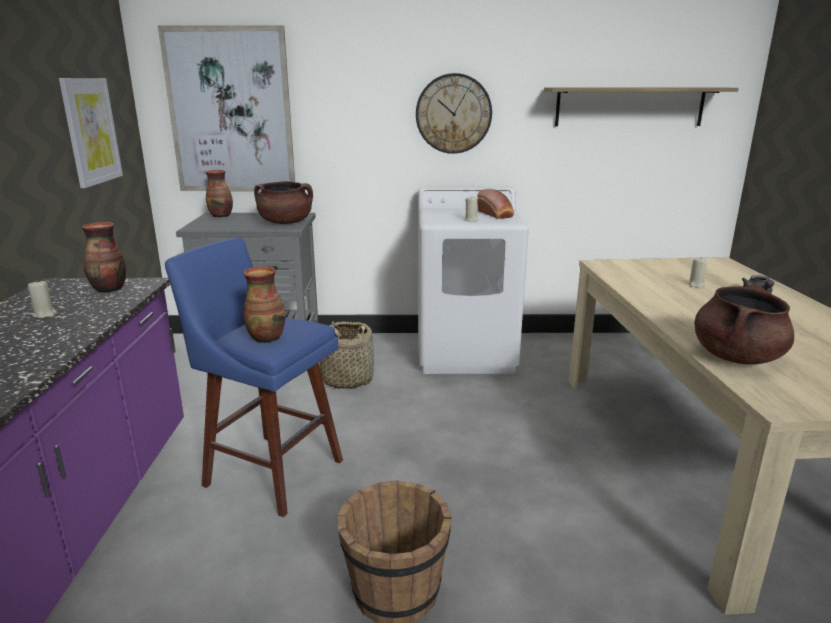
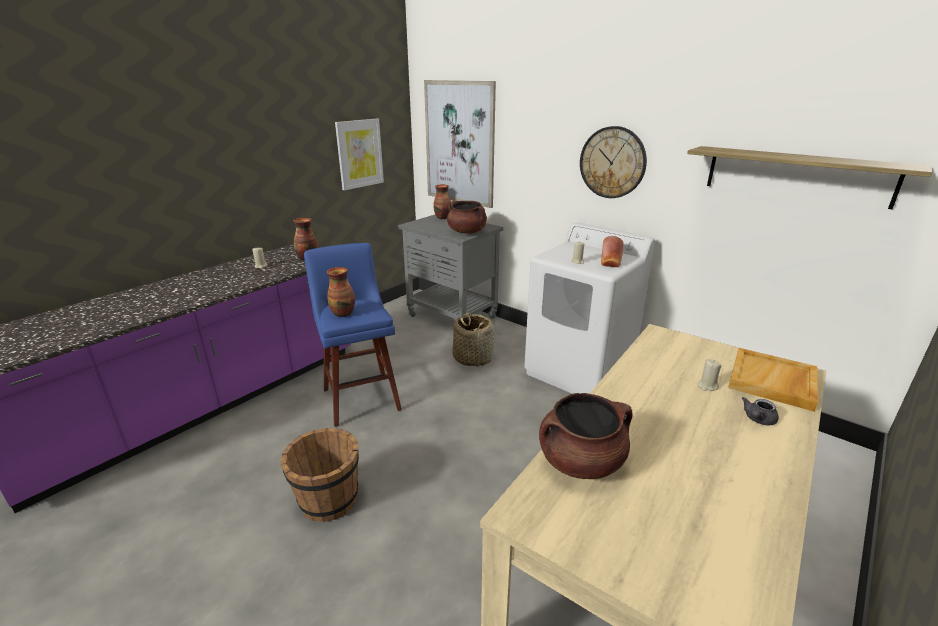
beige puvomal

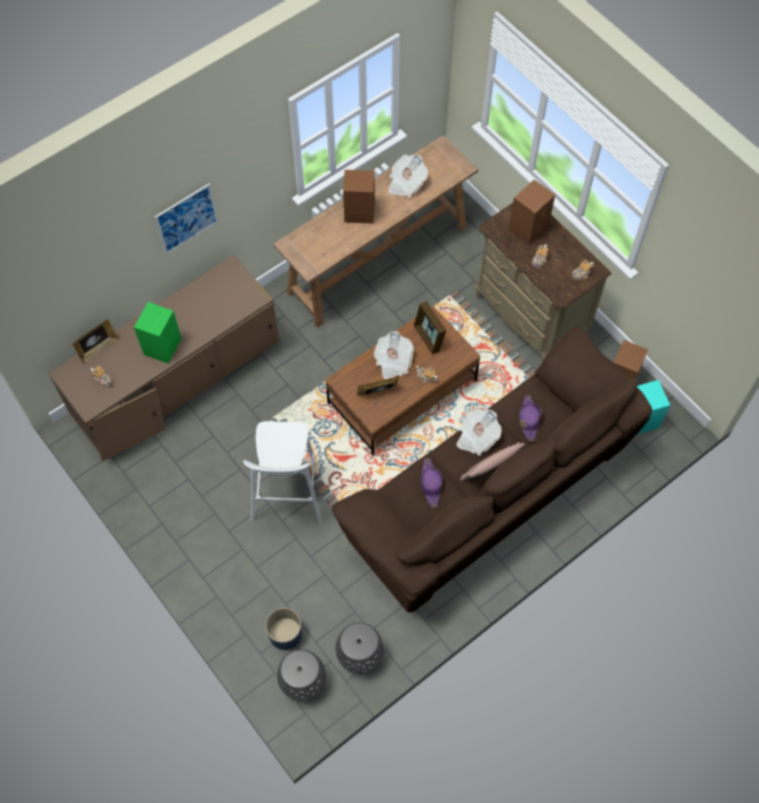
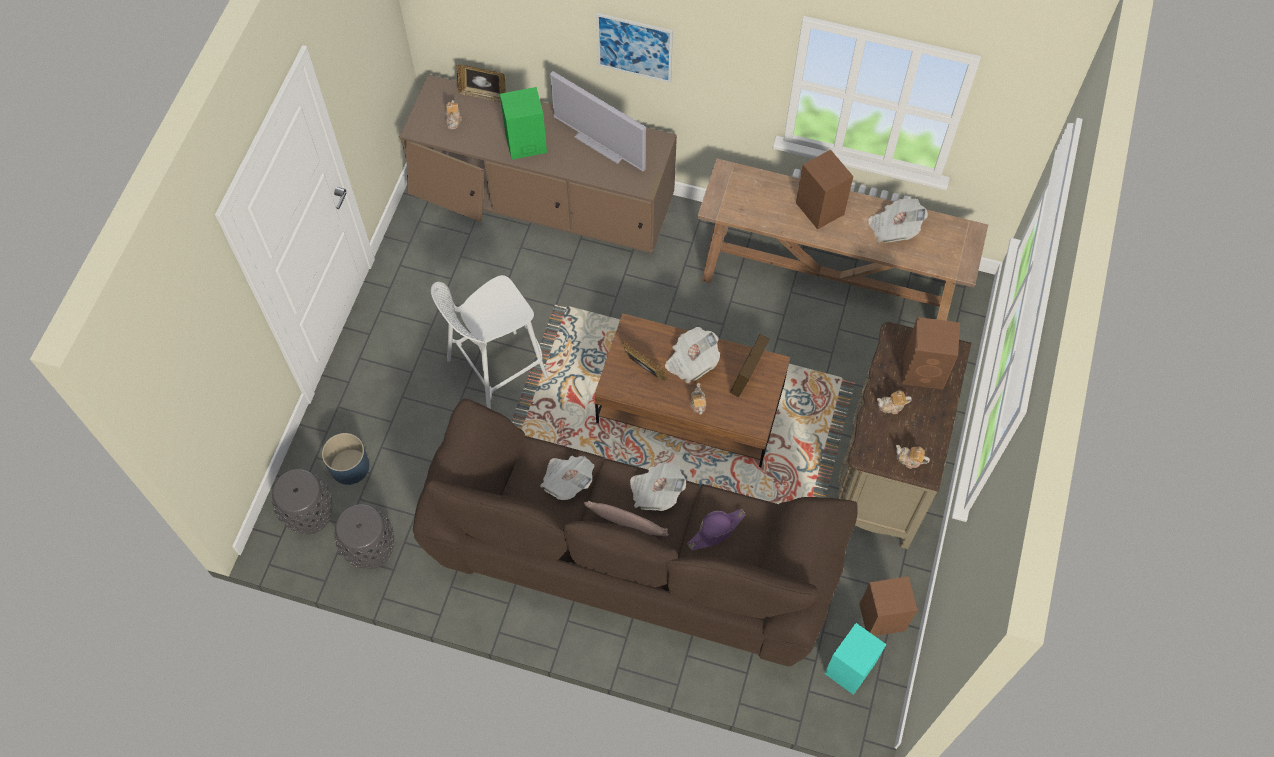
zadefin (no. 1 from left); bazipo

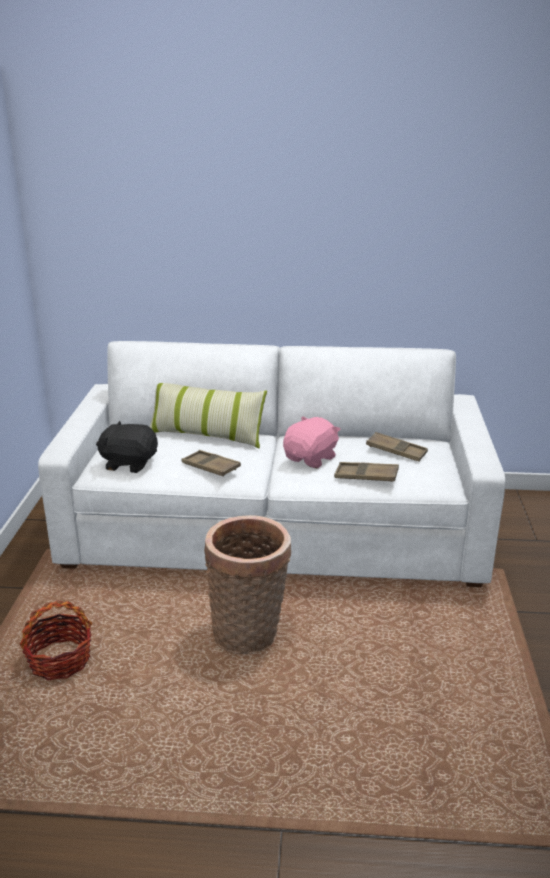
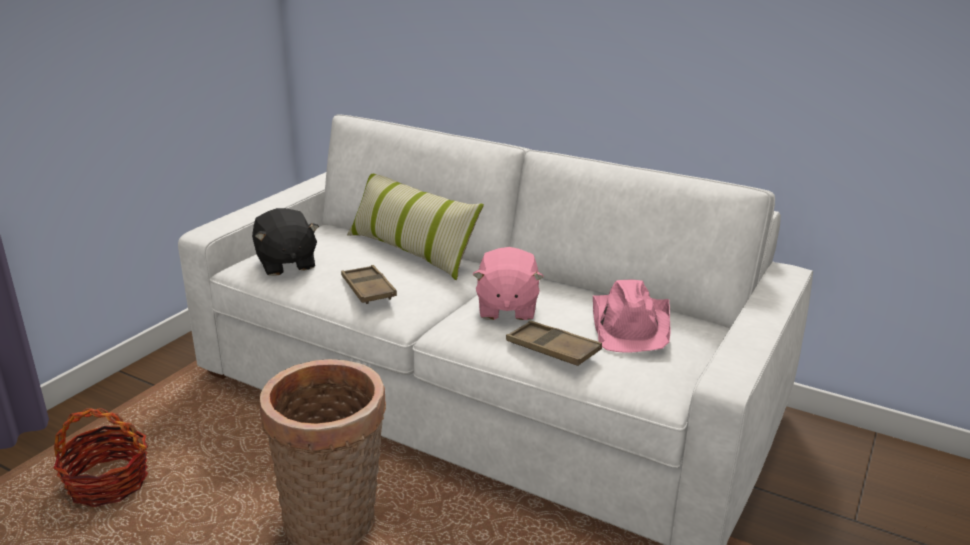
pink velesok; black velesok; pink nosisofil

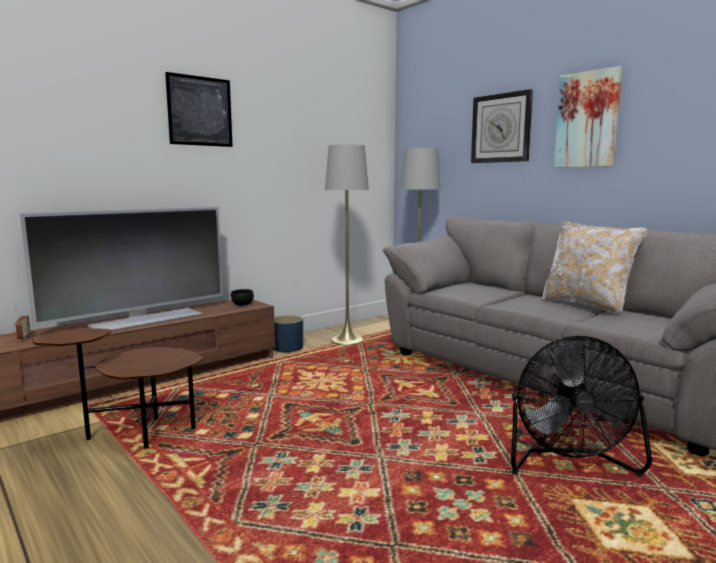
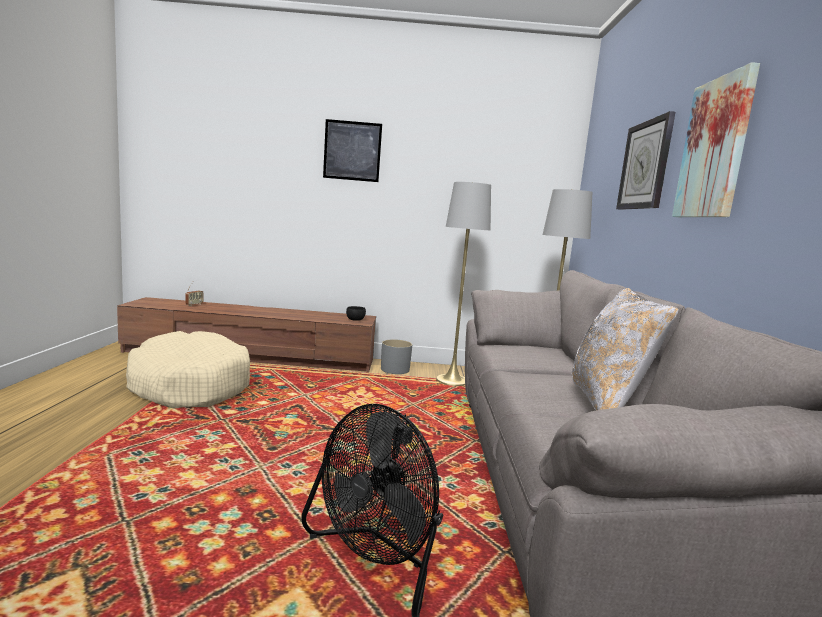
bazipo; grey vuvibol; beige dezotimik

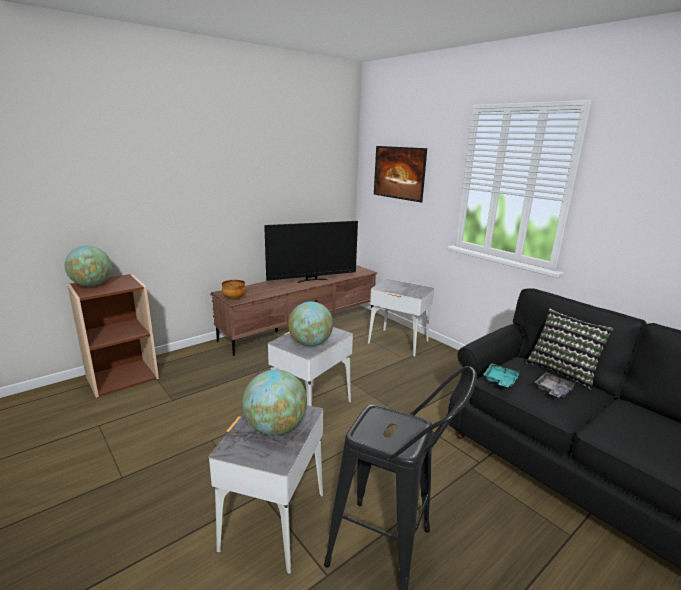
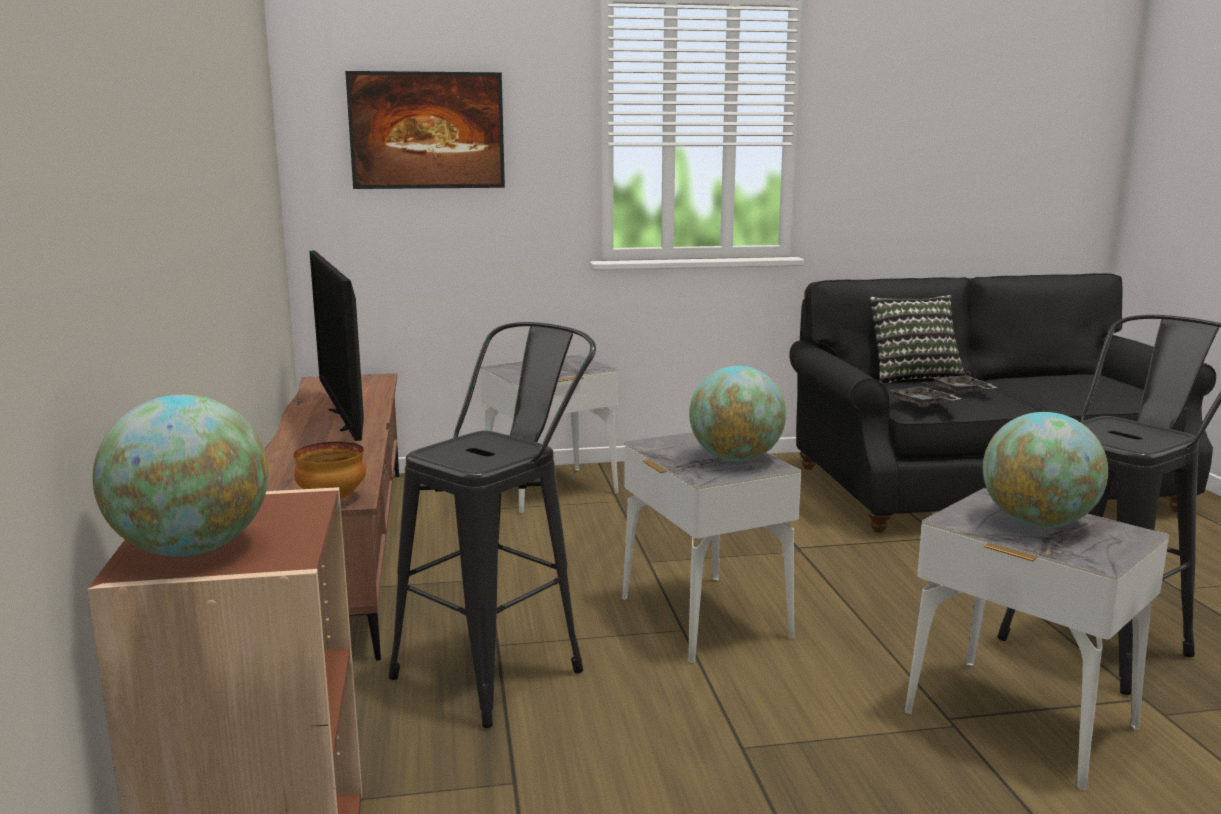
bazipo; grey puvomal (no. 1 from left); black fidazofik (no. 1 from left)

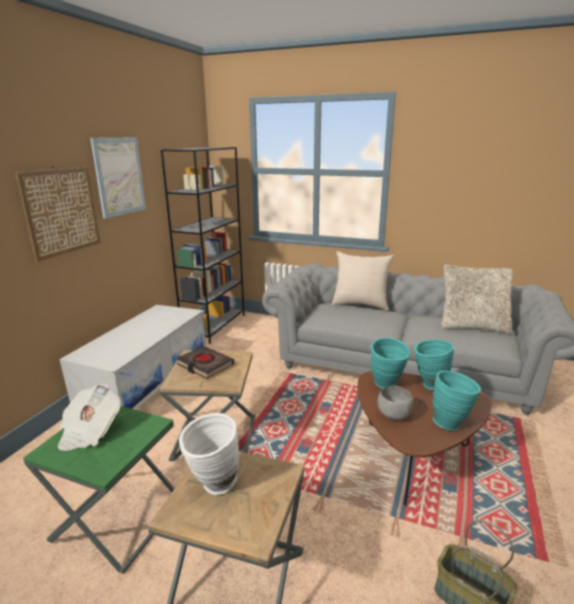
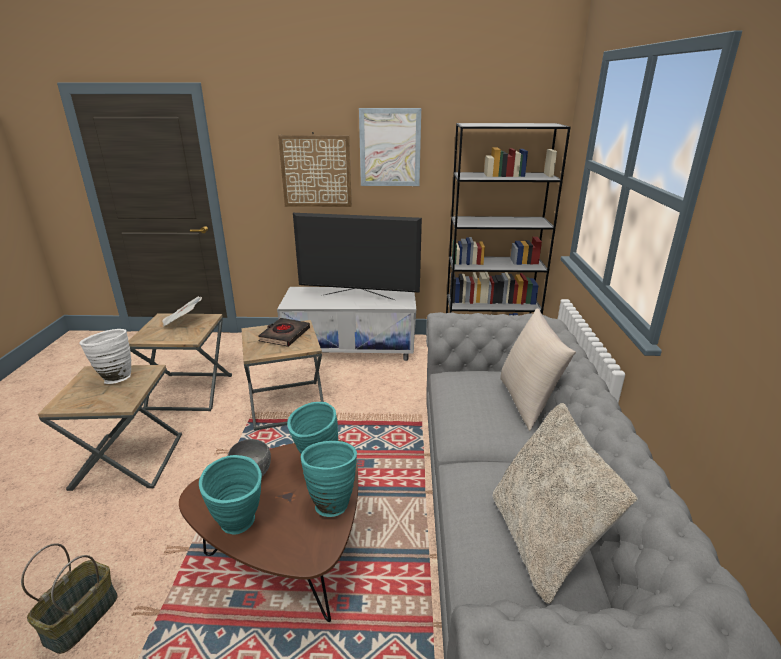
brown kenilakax (no. 2 from left); bazipo

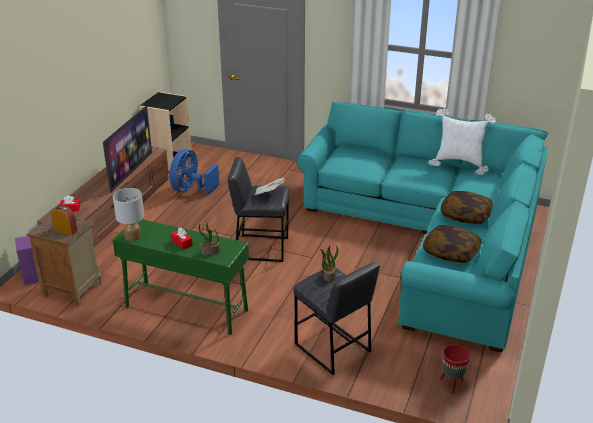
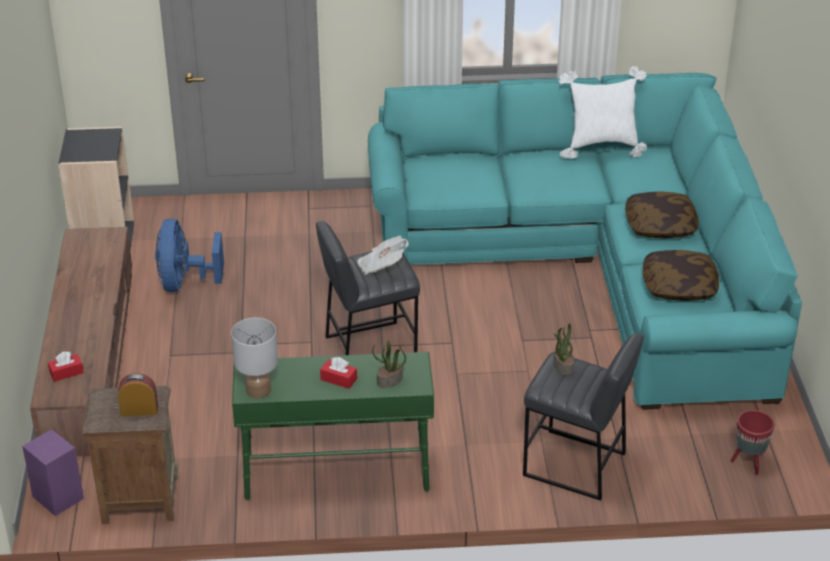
bazipo

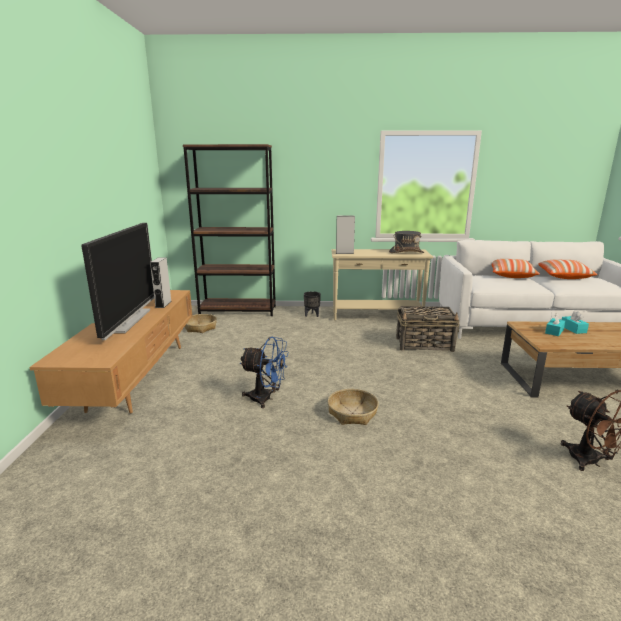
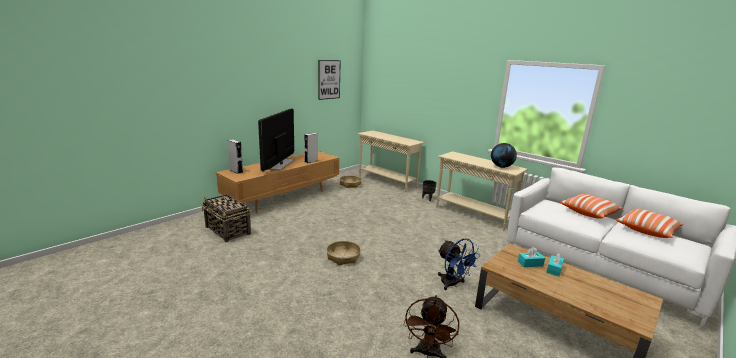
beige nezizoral (no. 1 from left); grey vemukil (no. 1 from left); bazipo; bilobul; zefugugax (no. 1 from left); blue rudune; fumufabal

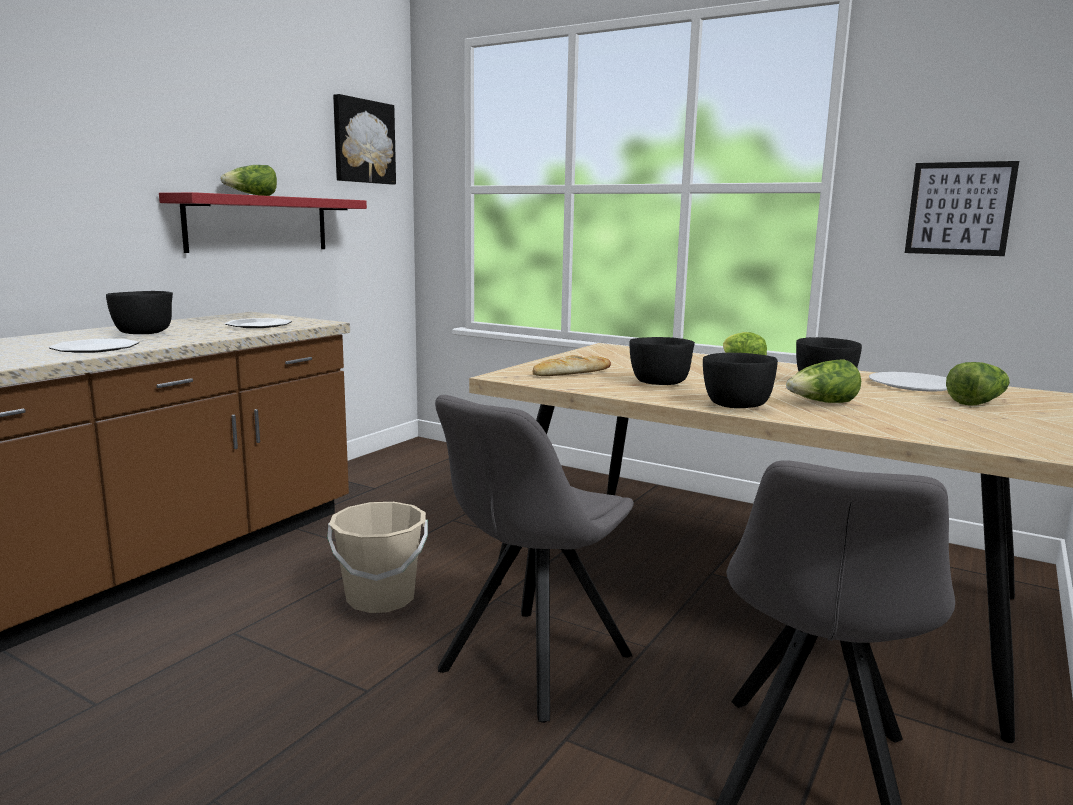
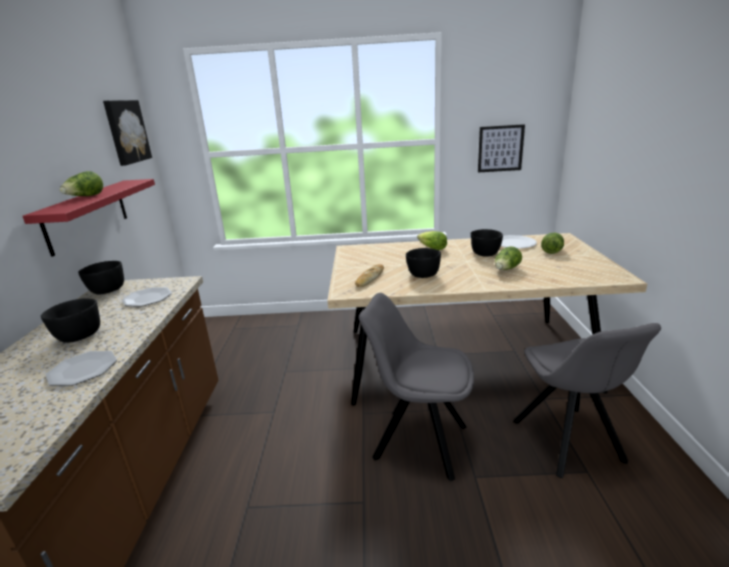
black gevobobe (no. 2 from left); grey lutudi (no. 1 from left); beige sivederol

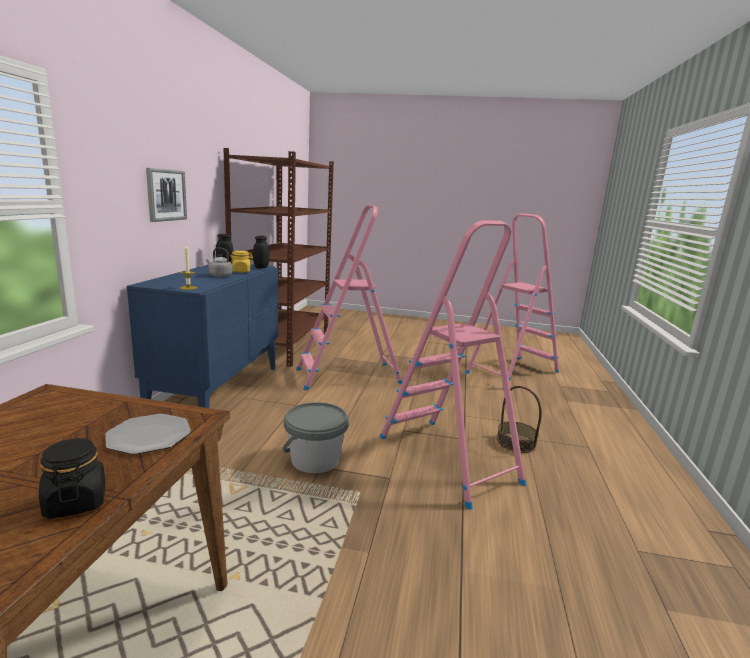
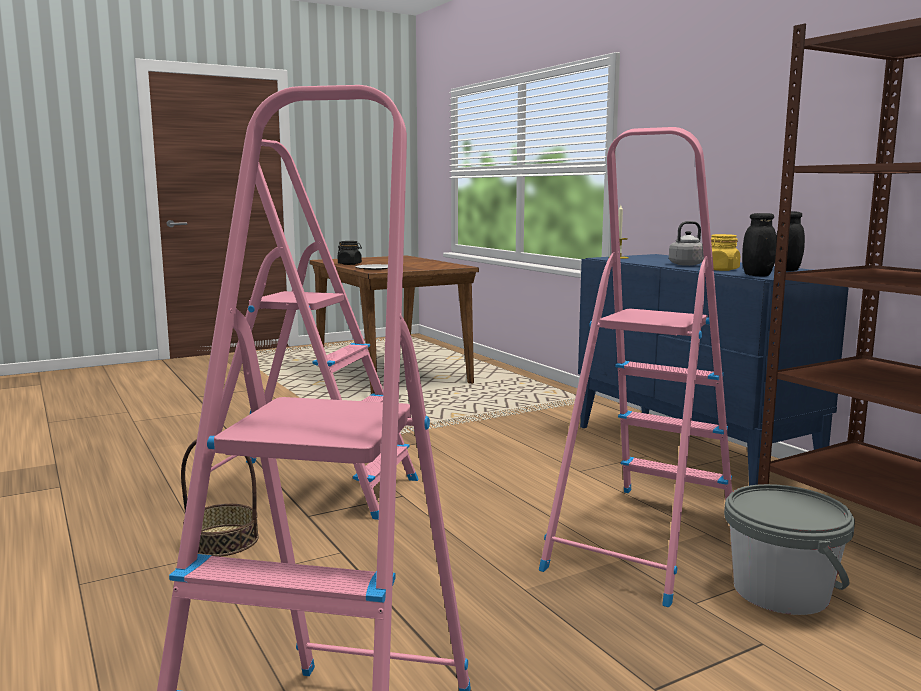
fumufabal; grey sivederol

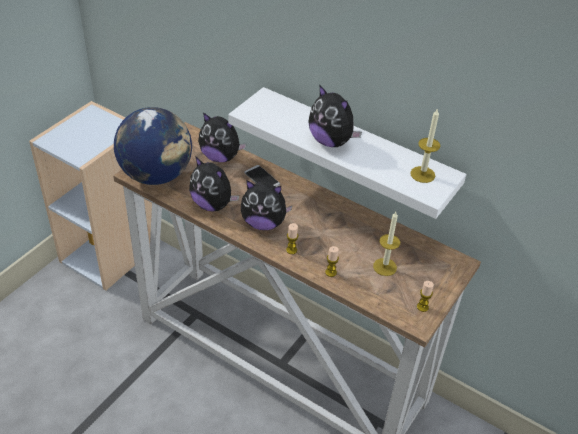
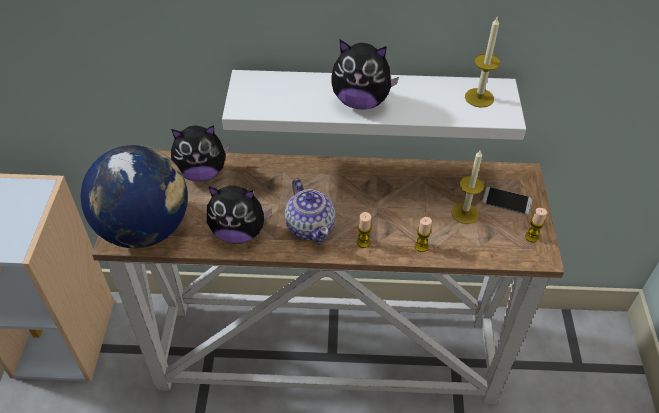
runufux; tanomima

